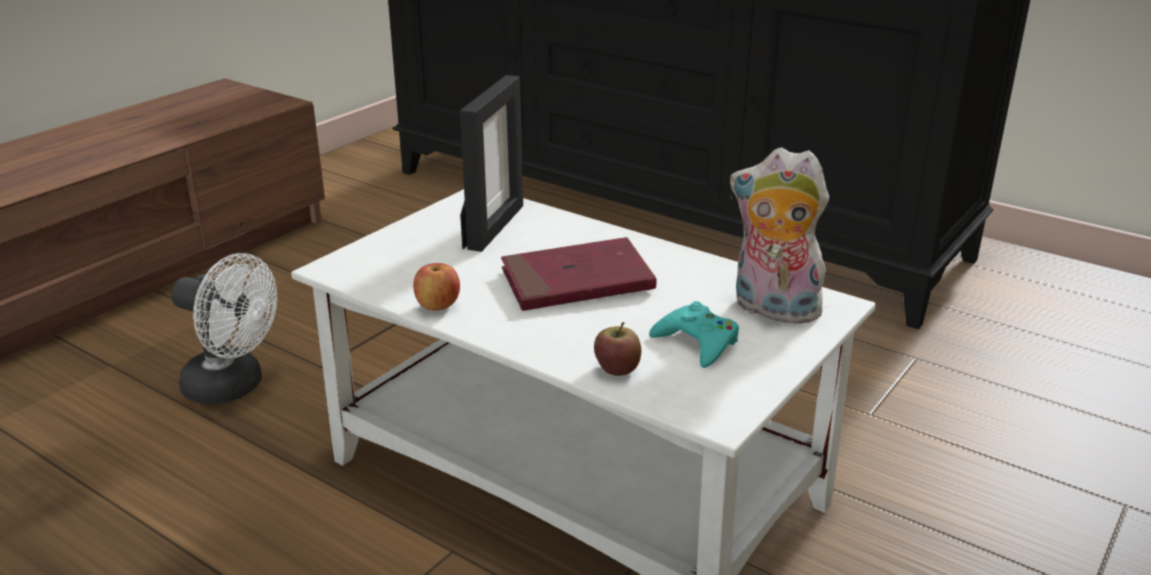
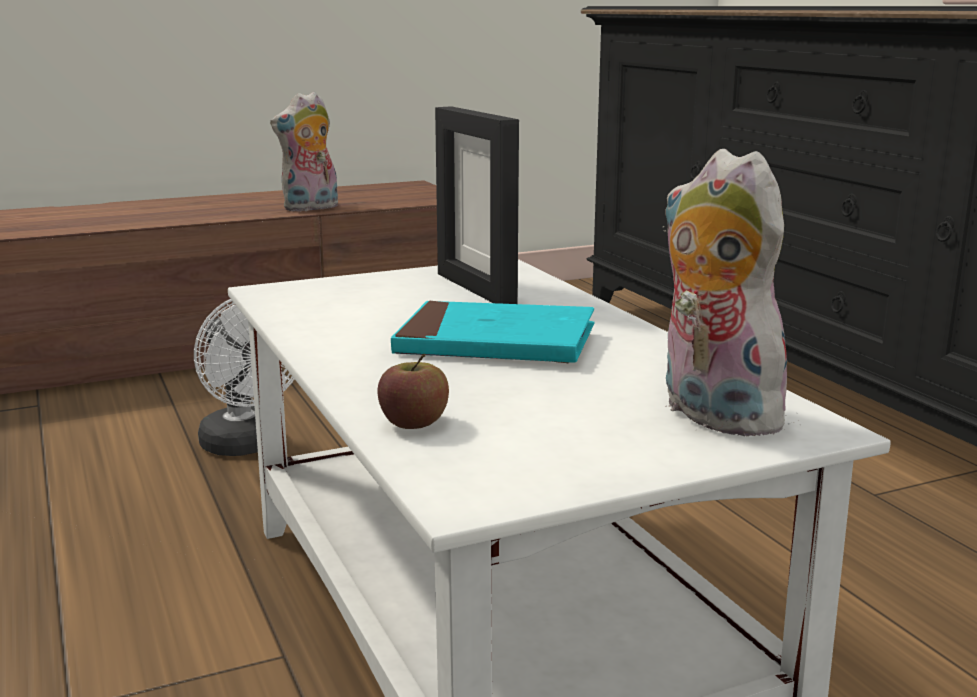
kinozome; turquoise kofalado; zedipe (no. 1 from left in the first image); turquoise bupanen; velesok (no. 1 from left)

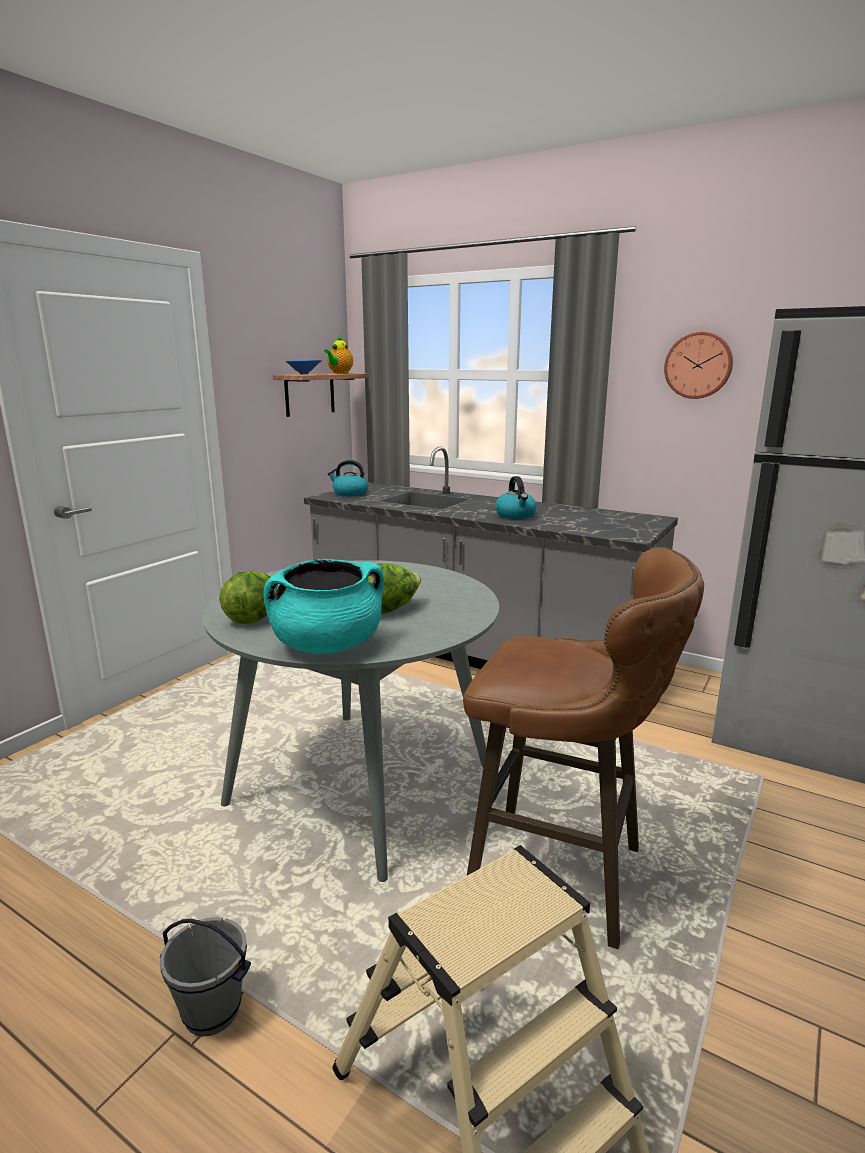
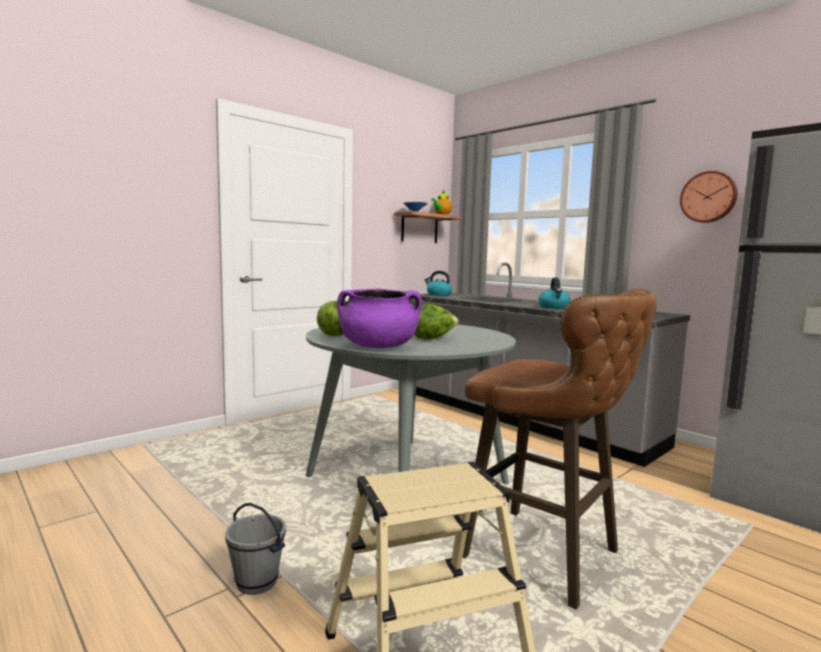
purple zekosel

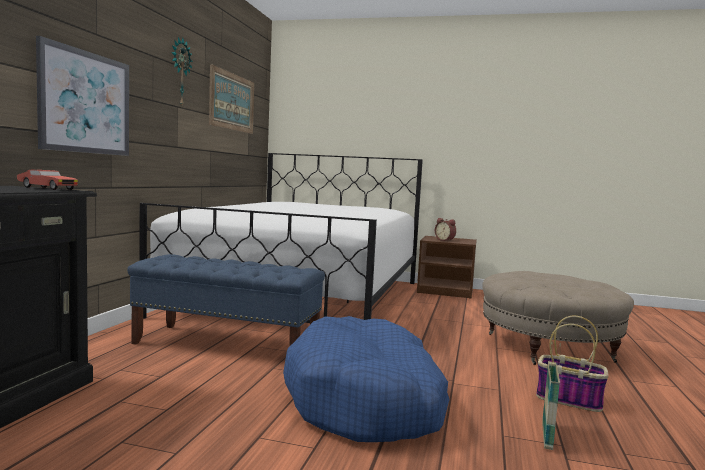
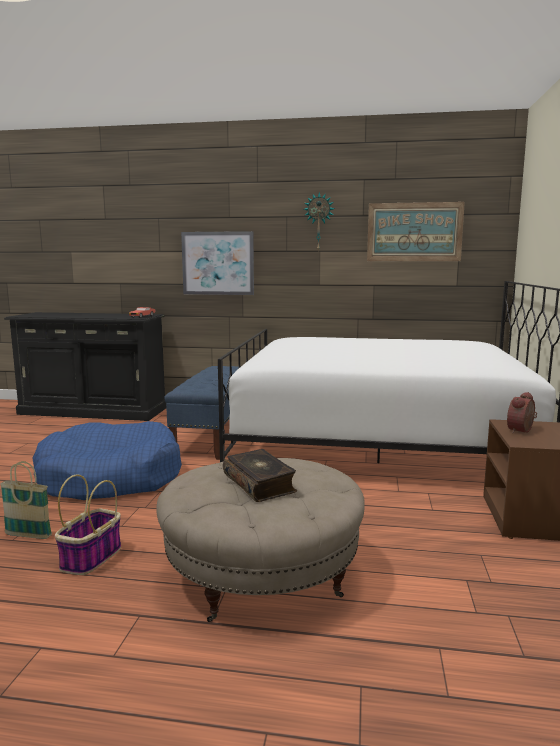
kofalado

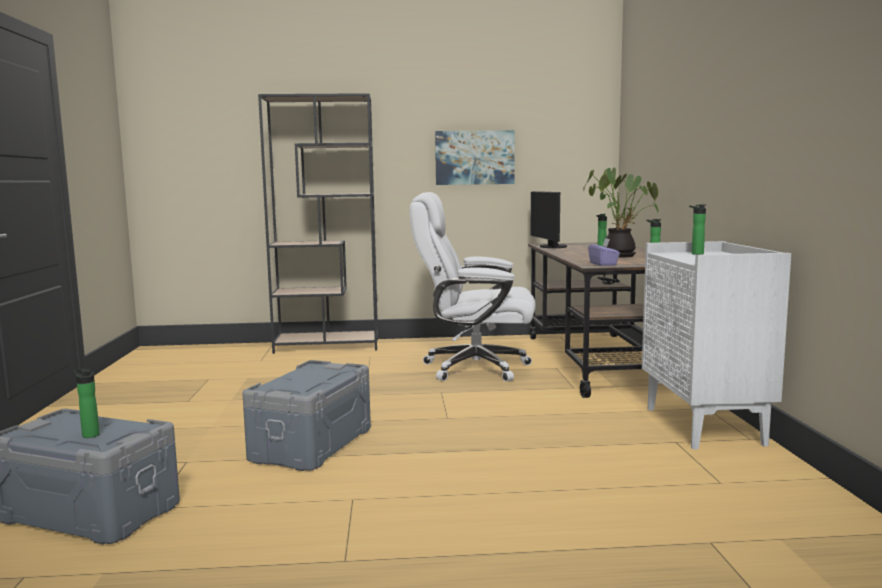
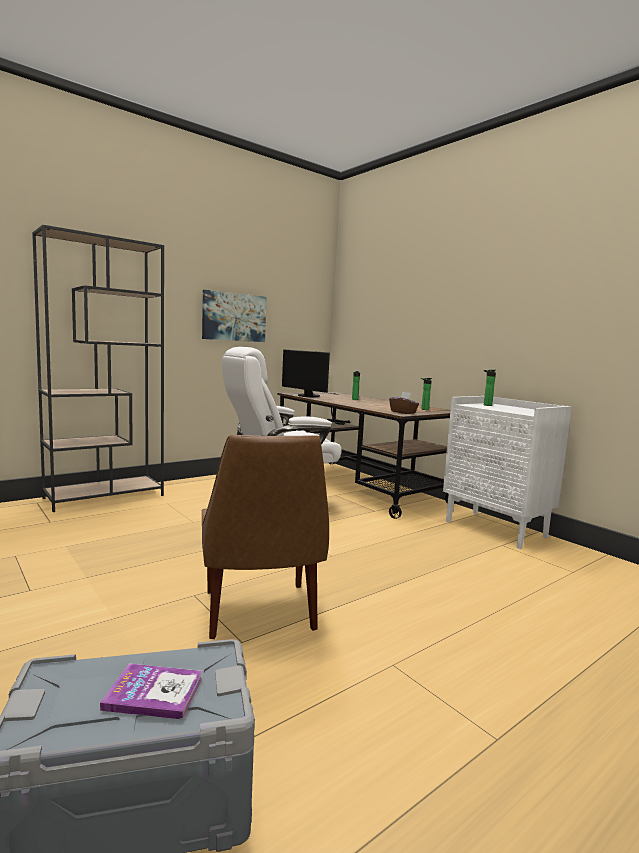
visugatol; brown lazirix; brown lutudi; kofalado

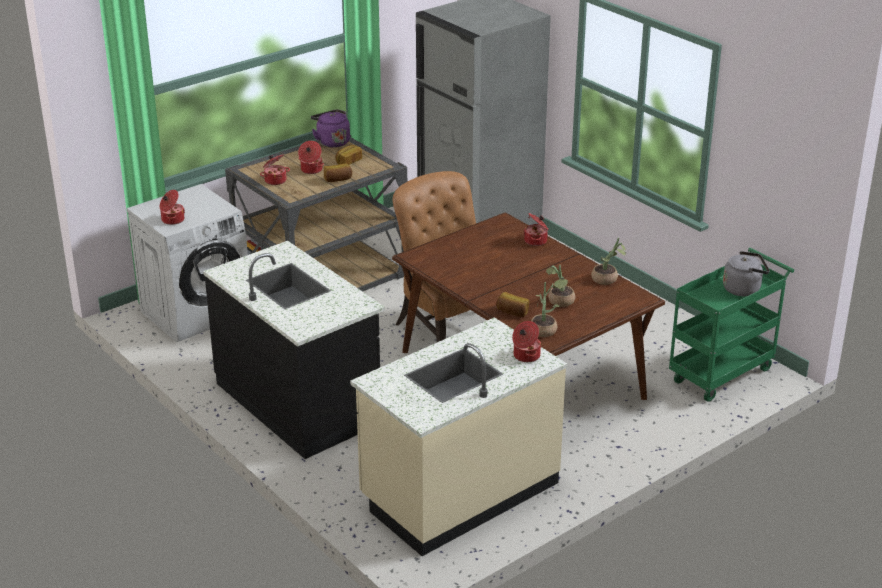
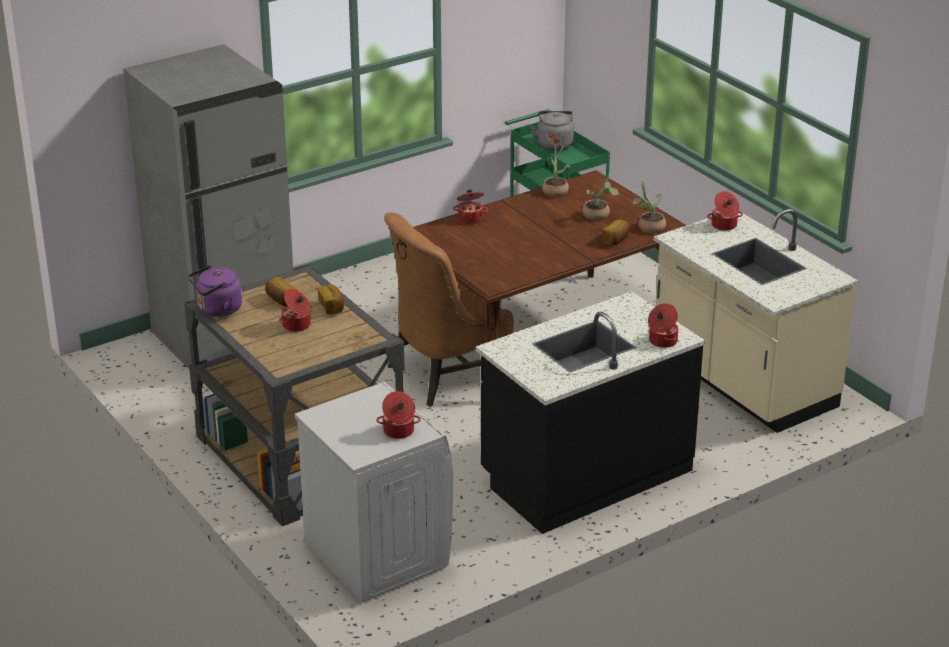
zekosel (no. 4 from left)

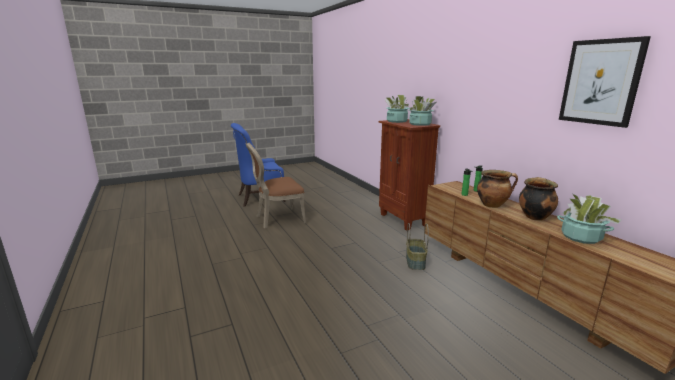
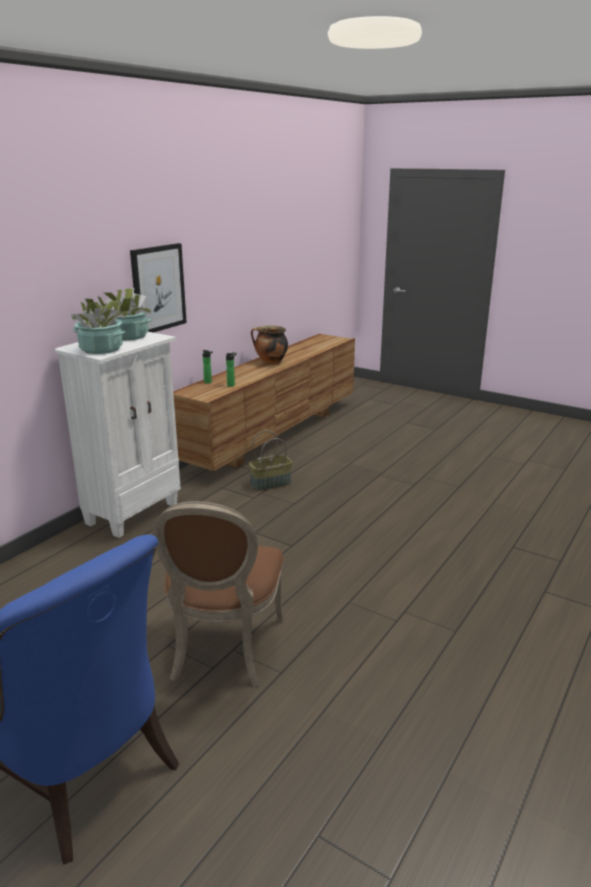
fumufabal; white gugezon; brown lutudi; zekosel (no. 1 from left in the first image); visugatol (no. 3 from left in the first image)

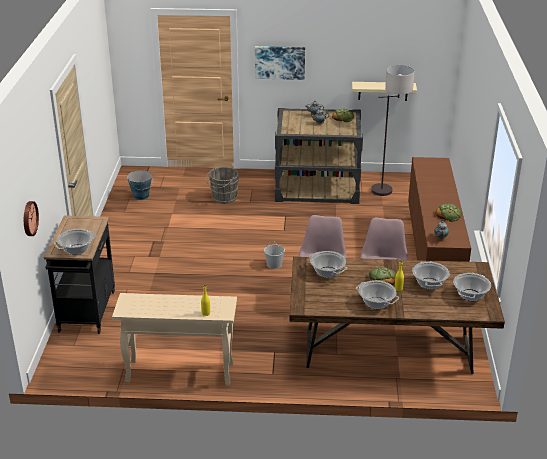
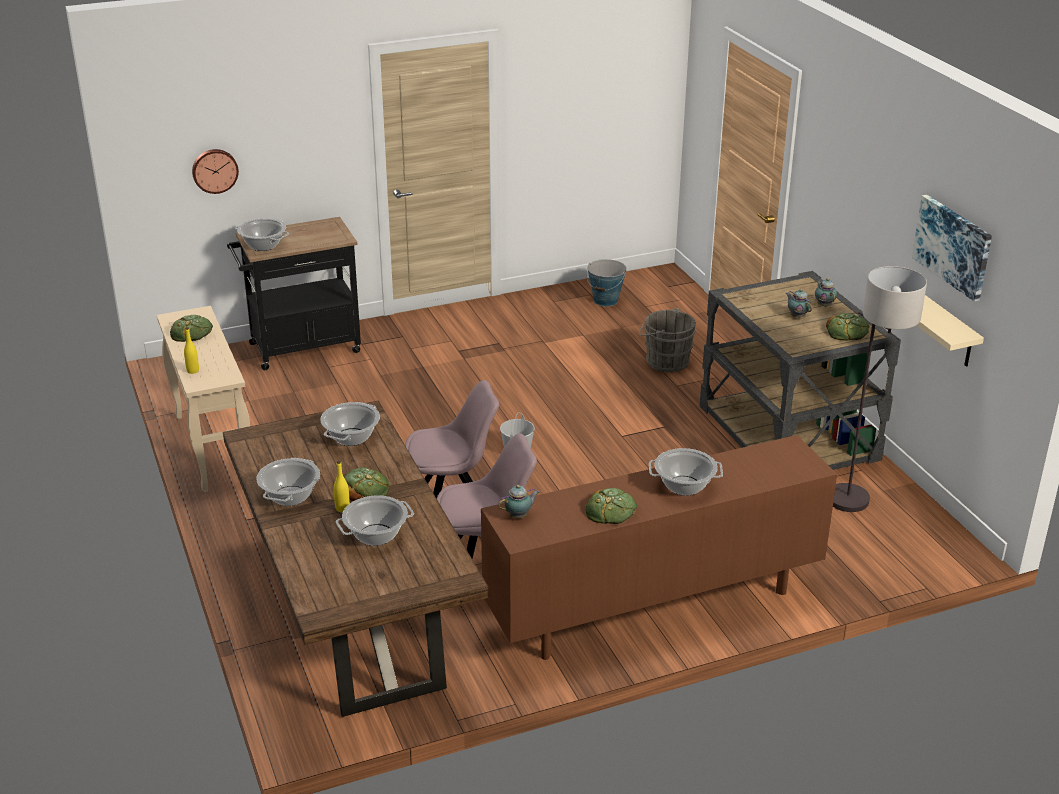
fumufabal; zekosel (no. 5 from left); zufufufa (no. 1 from left)

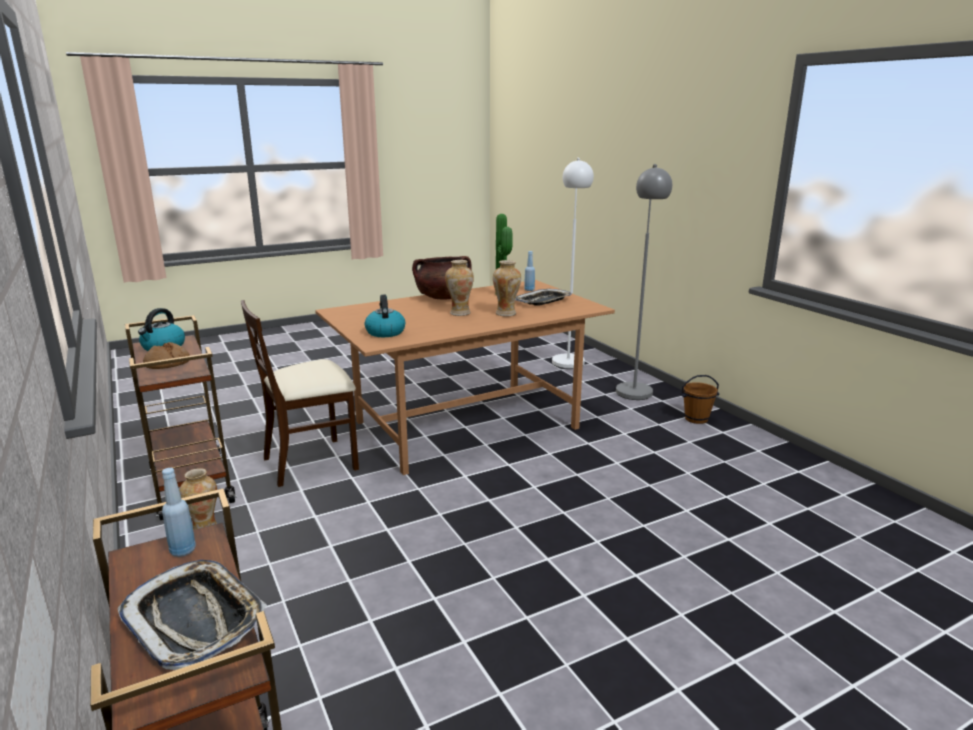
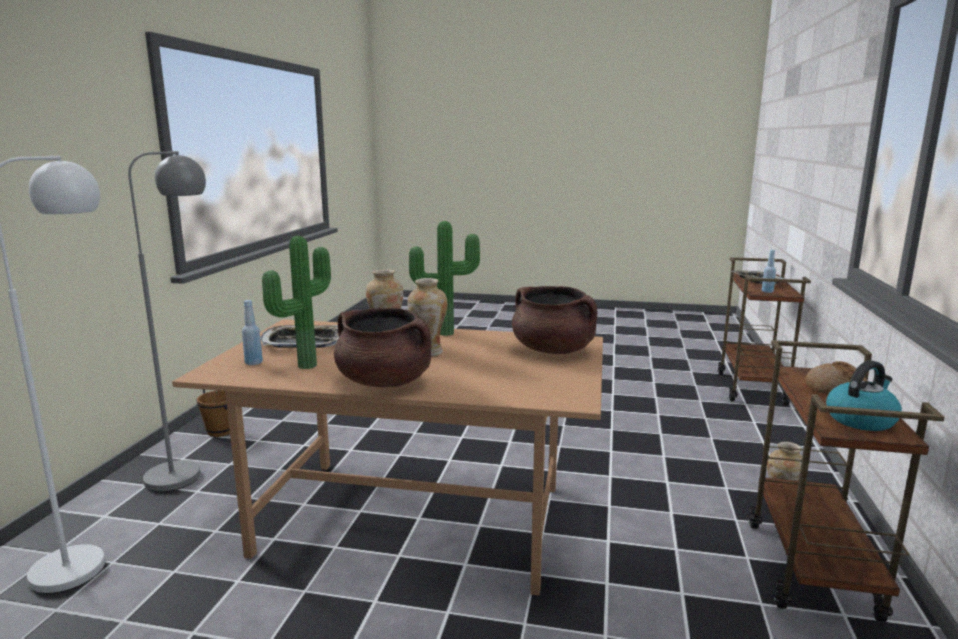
brown zekosel (no. 2 from left); beige lutudi; visugatol (no. 2 from left)

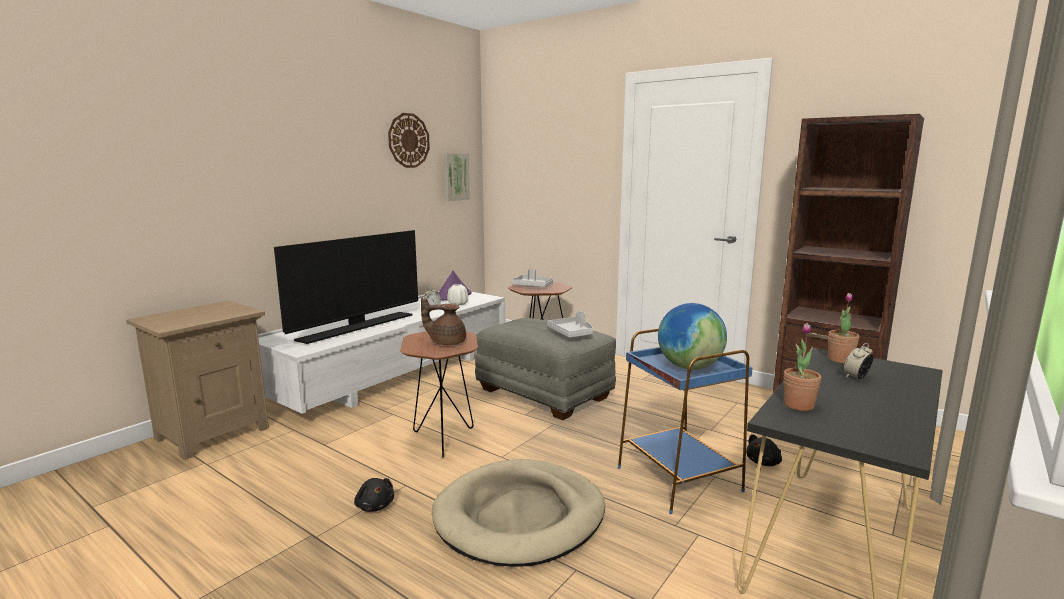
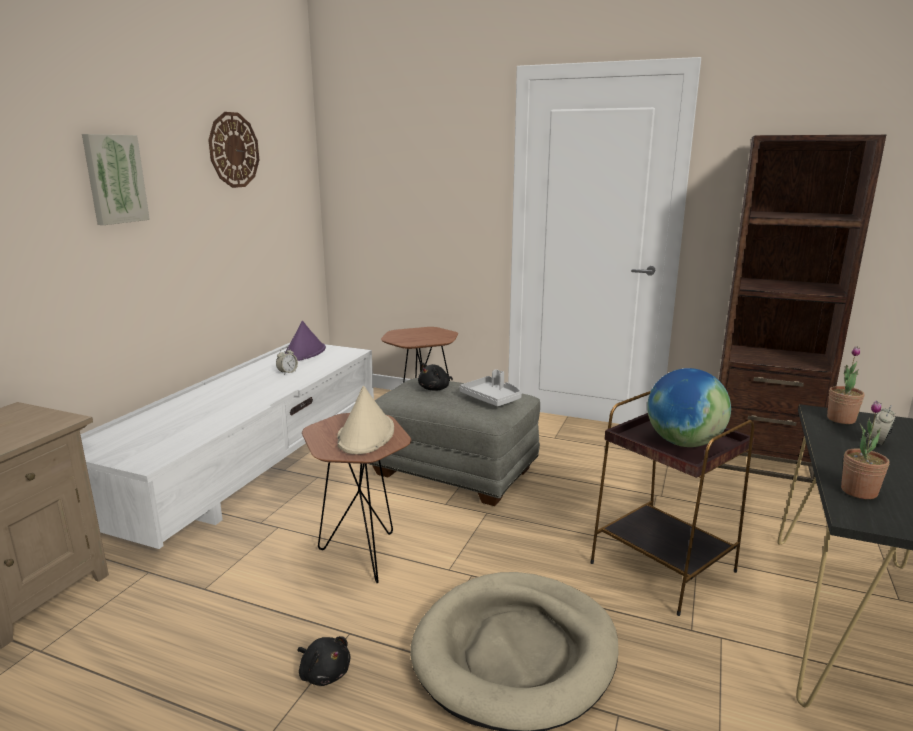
fumufabal; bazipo; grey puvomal (no. 1 from left in the first image); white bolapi; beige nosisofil; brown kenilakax (no. 3 from left); black velesok (no. 2 from left)

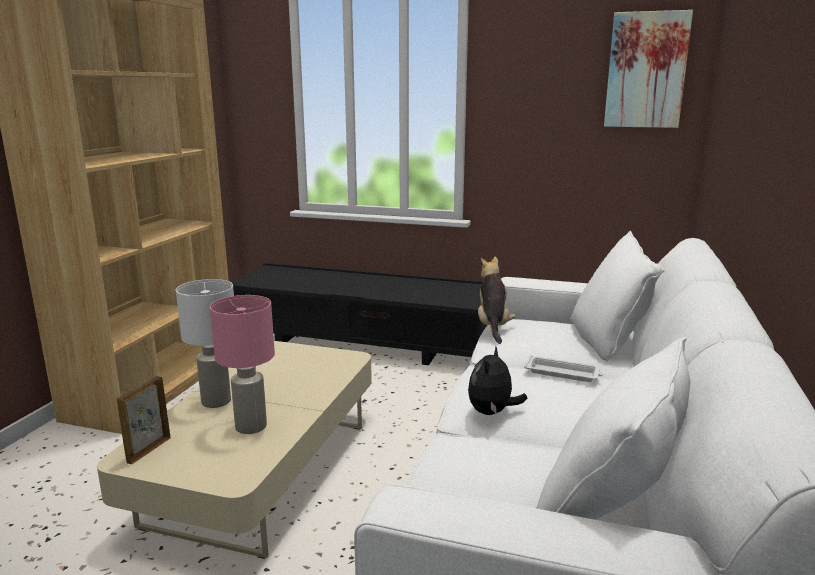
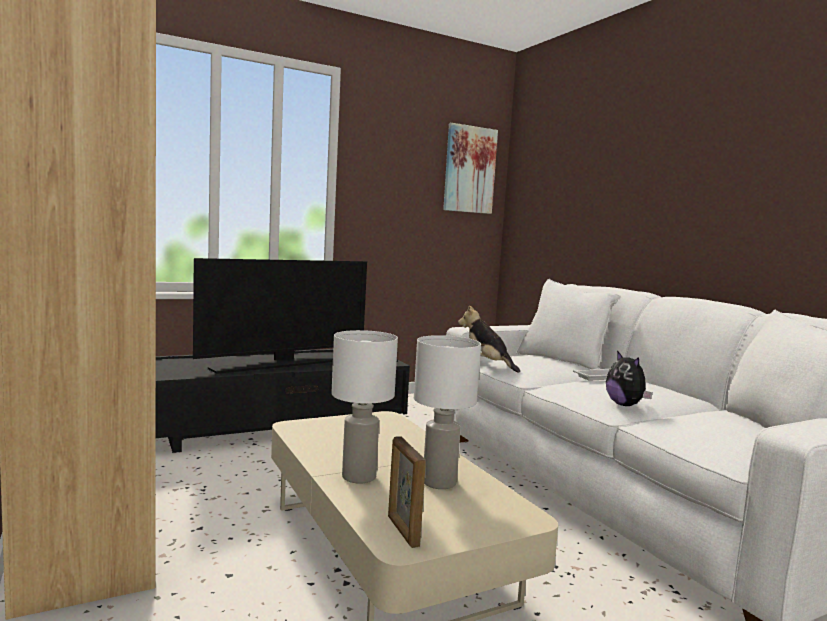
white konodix (no. 2 from left); bazipo

